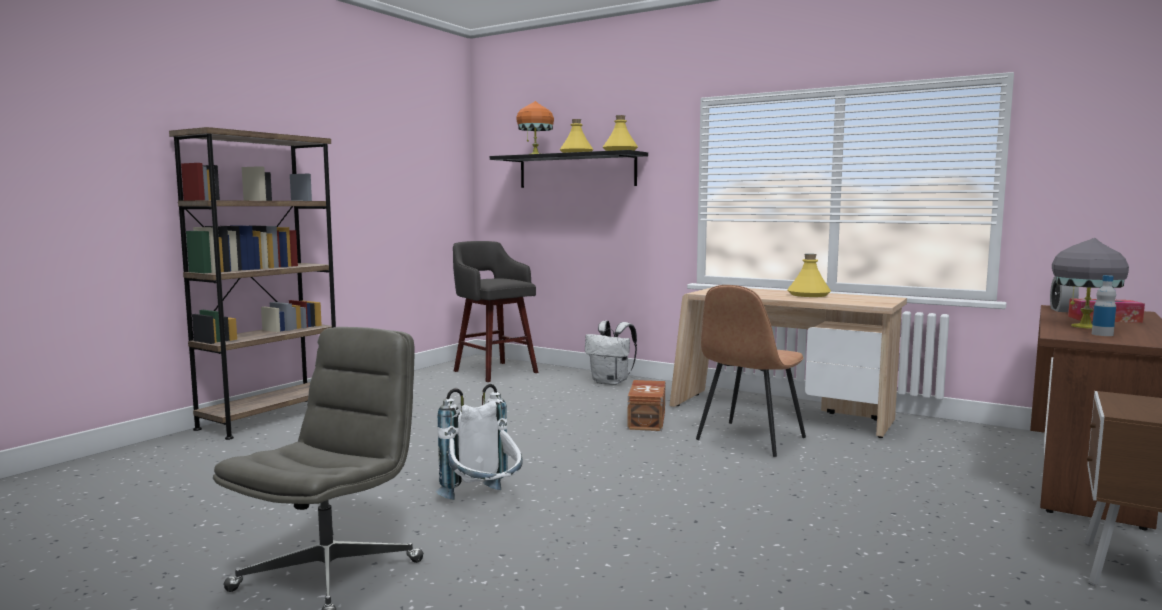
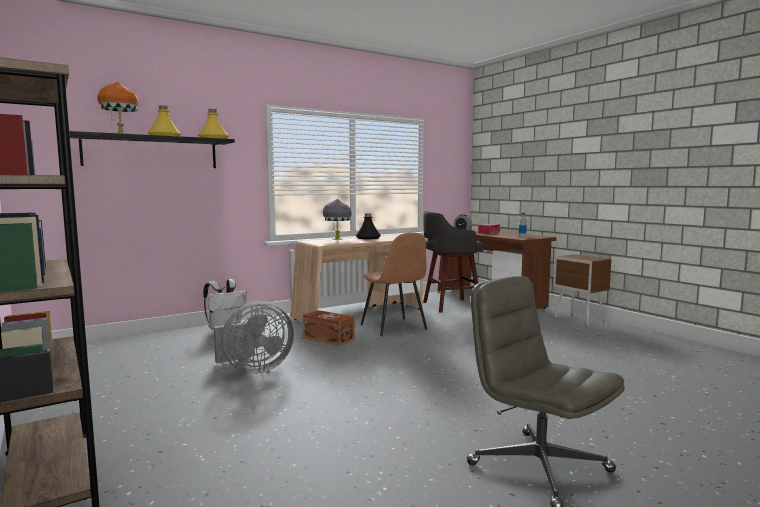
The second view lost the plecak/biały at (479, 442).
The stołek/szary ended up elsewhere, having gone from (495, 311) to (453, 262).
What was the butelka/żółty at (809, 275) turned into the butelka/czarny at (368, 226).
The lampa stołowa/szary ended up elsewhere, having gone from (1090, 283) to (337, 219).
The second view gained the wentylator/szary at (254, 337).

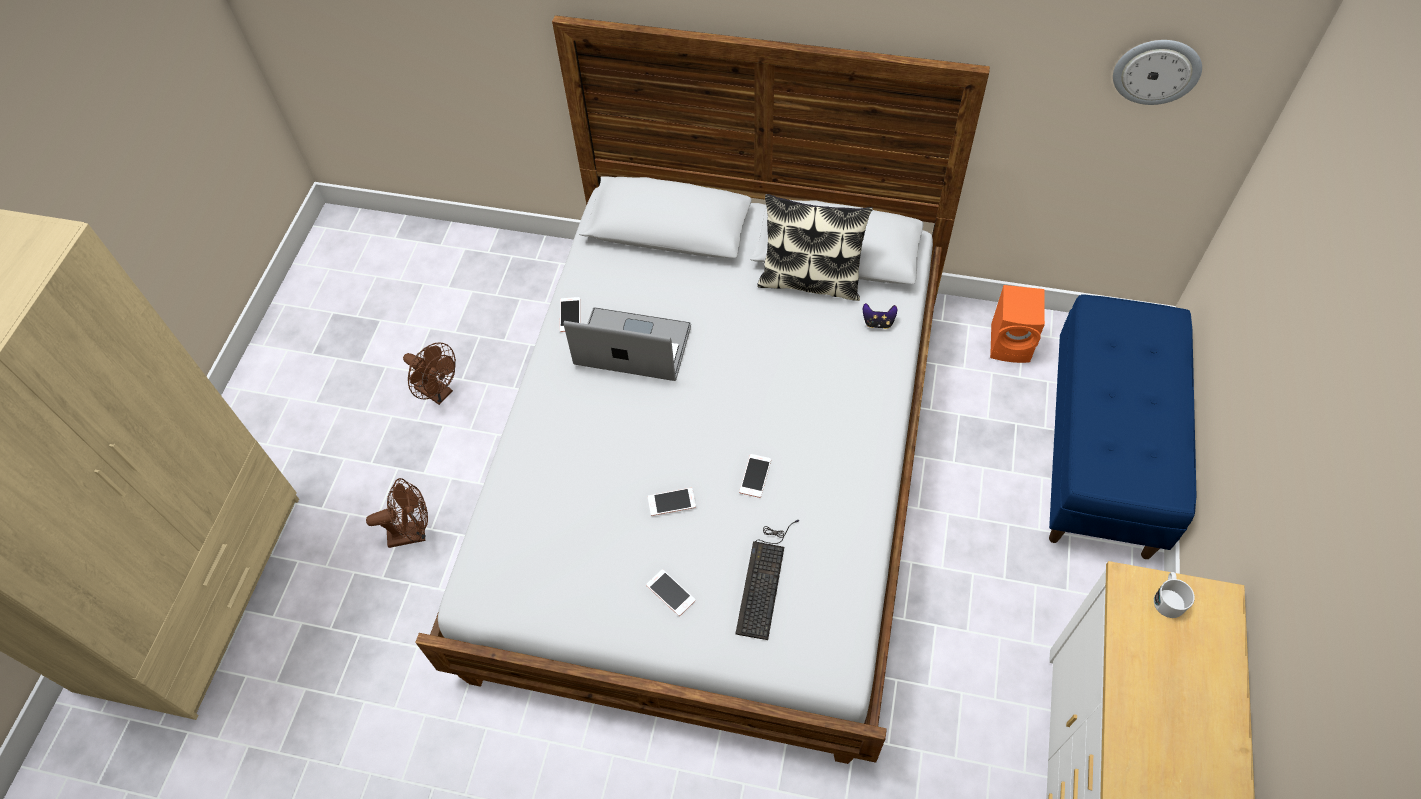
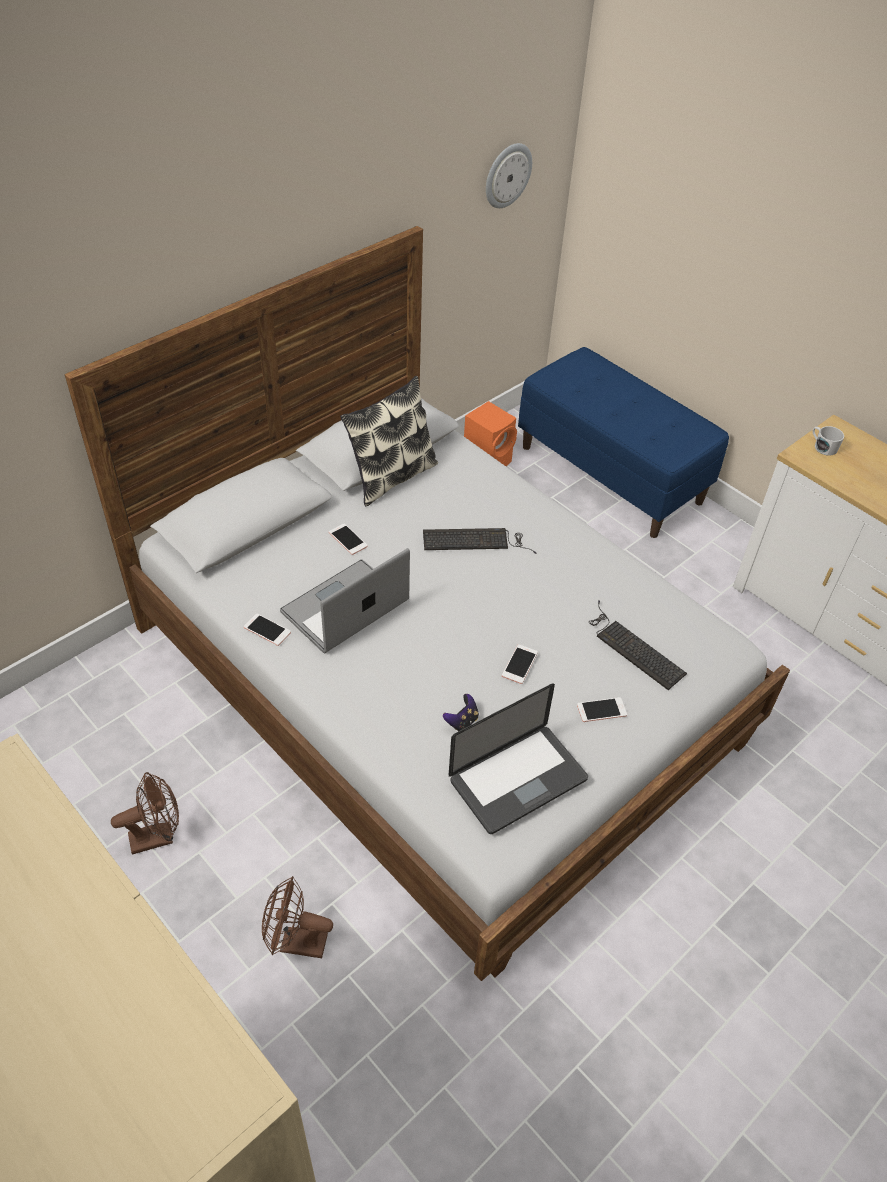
The wentylator/brązowy at (397, 513) ended up facing another way, 105 degrees counterclockwise from before.
The telefon ended up elsewhere, having gone from (755, 476) to (348, 539).
The pad do gier ended up elsewhere, having gone from (880, 316) to (461, 712).
The second view gained the klawiatura at (480, 541).
The second view gained the laptop at (518, 758).

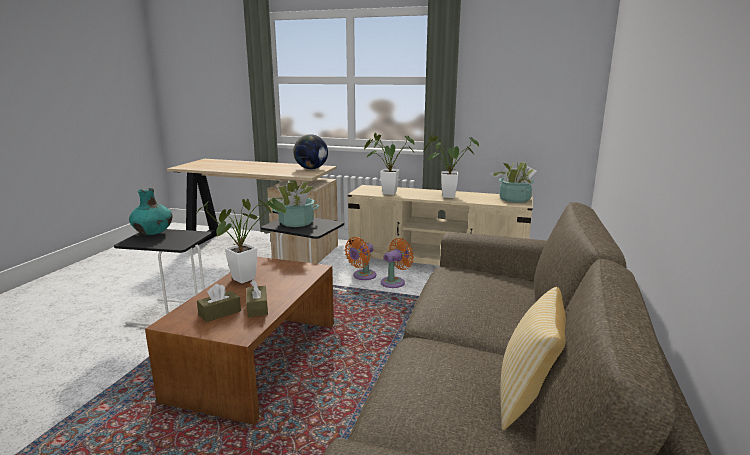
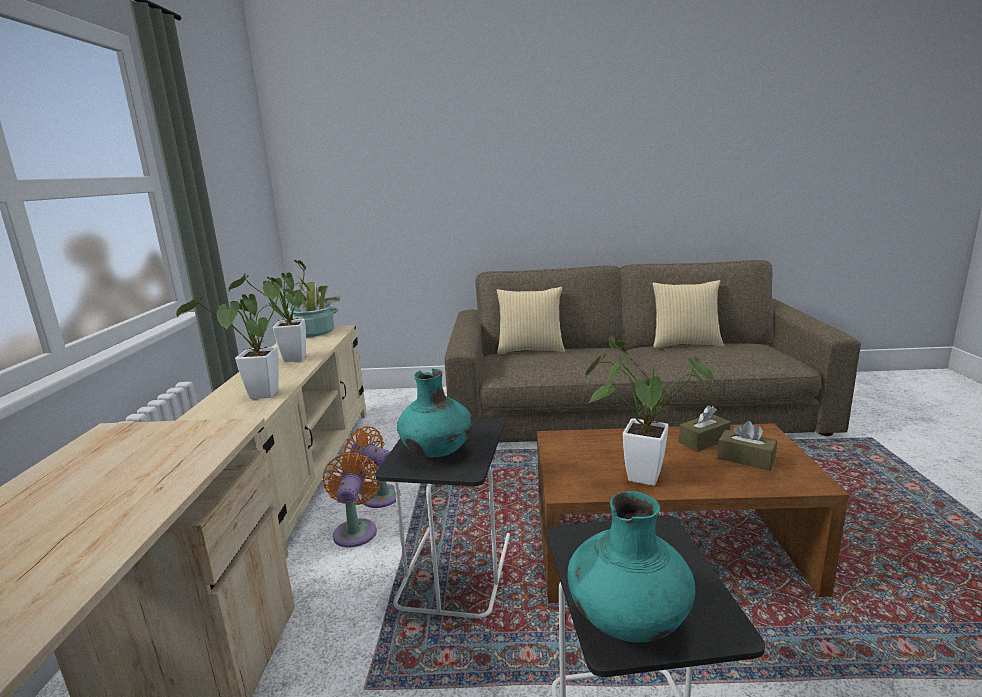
Where the roślina doniczkowa stood at (293, 203), the wazon/turkusowy came to stand at (434, 413).
The second view lost the globus at (310, 151).
The wentylator/pomarańczowy at (360, 258) ended up facing another way, 120 degrees counterclockwise from before.
The second view gained the poduszka at (530, 320).

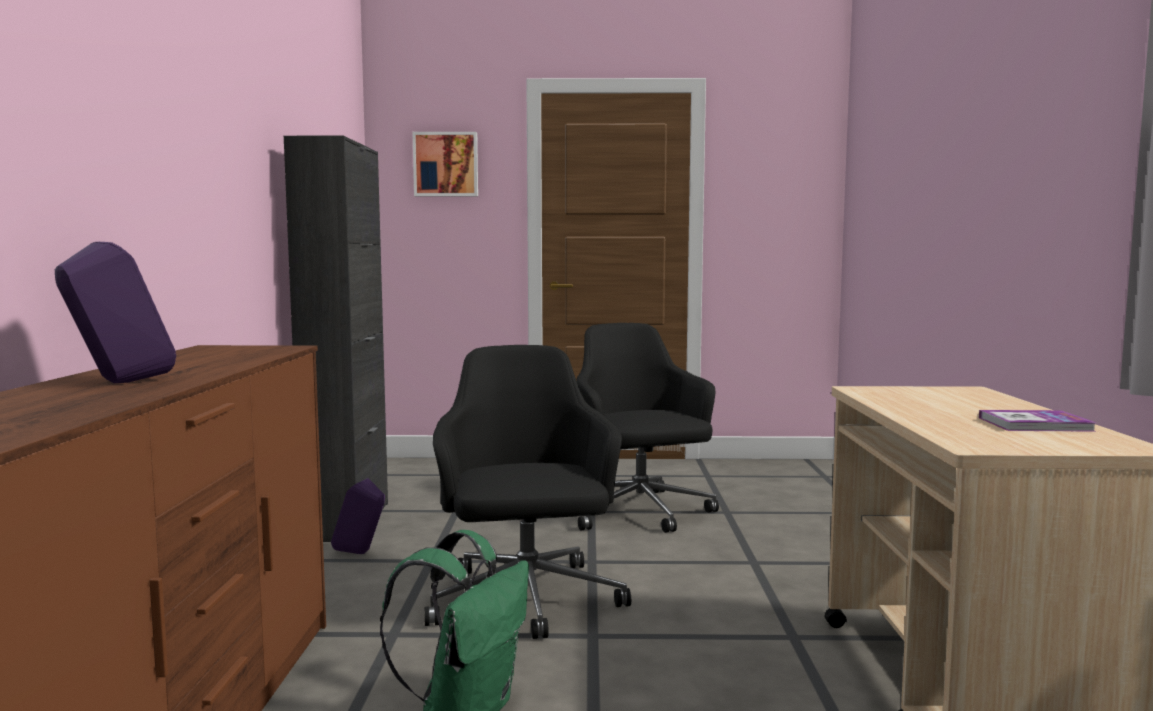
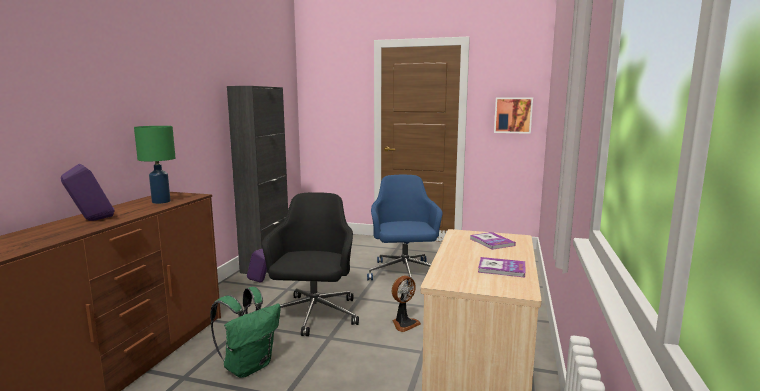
The obraz ended up elsewhere, having gone from (445, 164) to (513, 115).
What was the krzesło biurowe/czarny at (648, 428) turned into the krzesło biurowe/niebieski at (404, 230).
The second view gained the lampa stołowa/zielony at (154, 165).
The second view gained the wentylator at (406, 304).
The second view gained the książka at (493, 241).

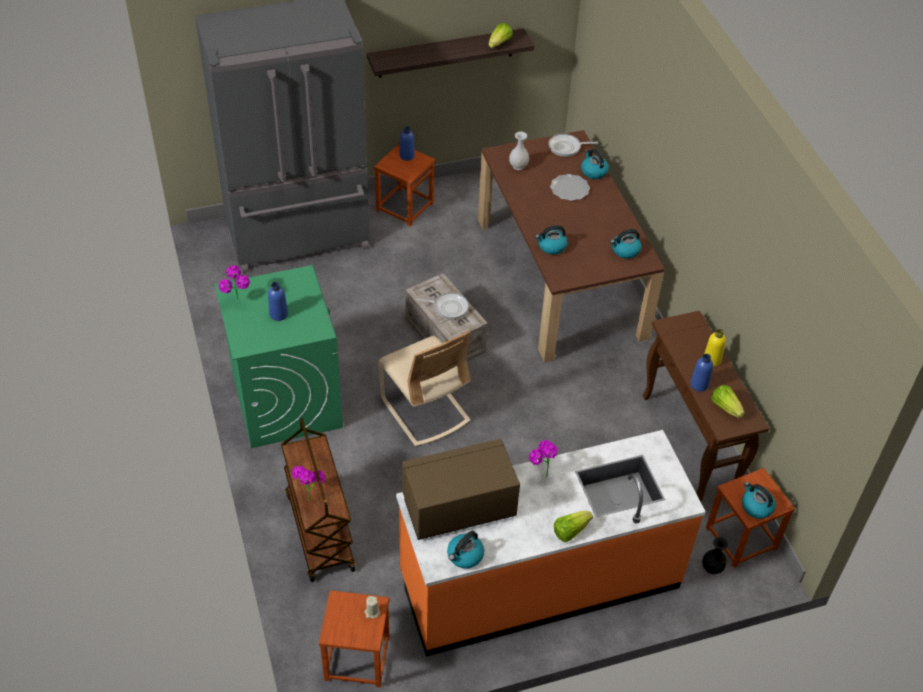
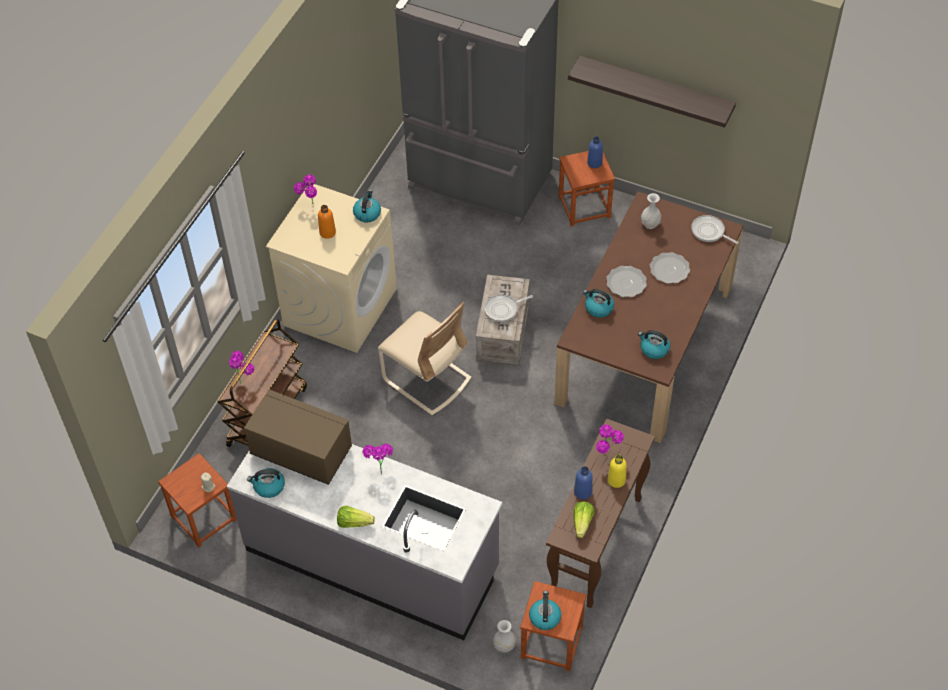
What was the pralka/zielony at (278, 356) turned into the pralka/beżowy at (331, 268).
What was the butelka/niebieski at (278, 301) turned into the butelka/pomarańczowy at (327, 222).
The krzesło/beżowy at (425, 389) ended up facing another way, 60 degrees counterclockwise from before.
What was the zabudowa kuchenna/pomarańczowy at (551, 543) turned into the zabudowa kuchenna/szary at (364, 542).
The patelnia at (442, 306) ended up facing another way, 105 degrees clockwise from before.
The second view lost the sałata at (501, 35).
The czajnik ended up elsewhere, having gone from (595, 164) to (367, 206).
What was the wazon/czarny at (715, 555) turned into the wazon/biały at (504, 636).
The second view gained the roślina doniczkowa at (610, 439).
The second view gained the talerz at (626, 281).

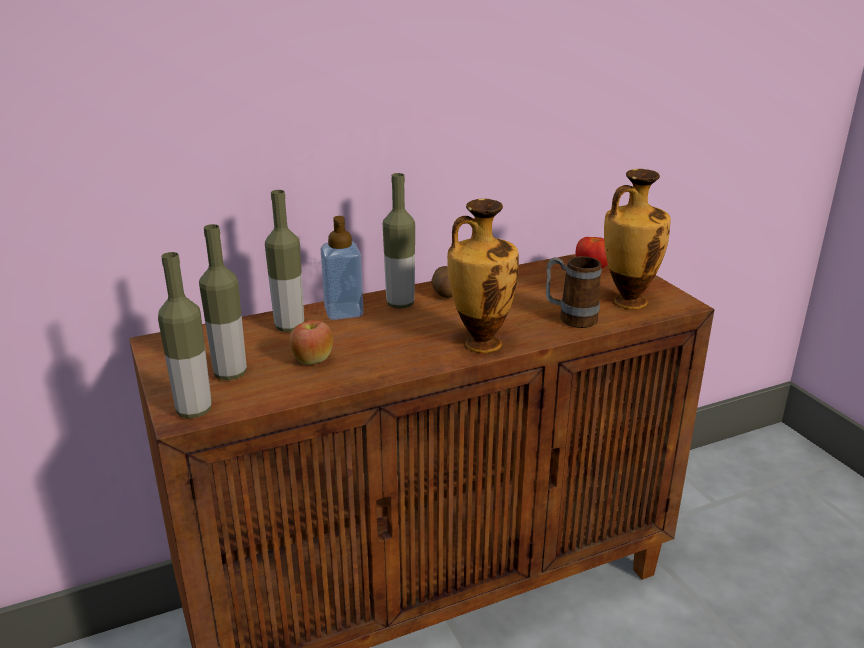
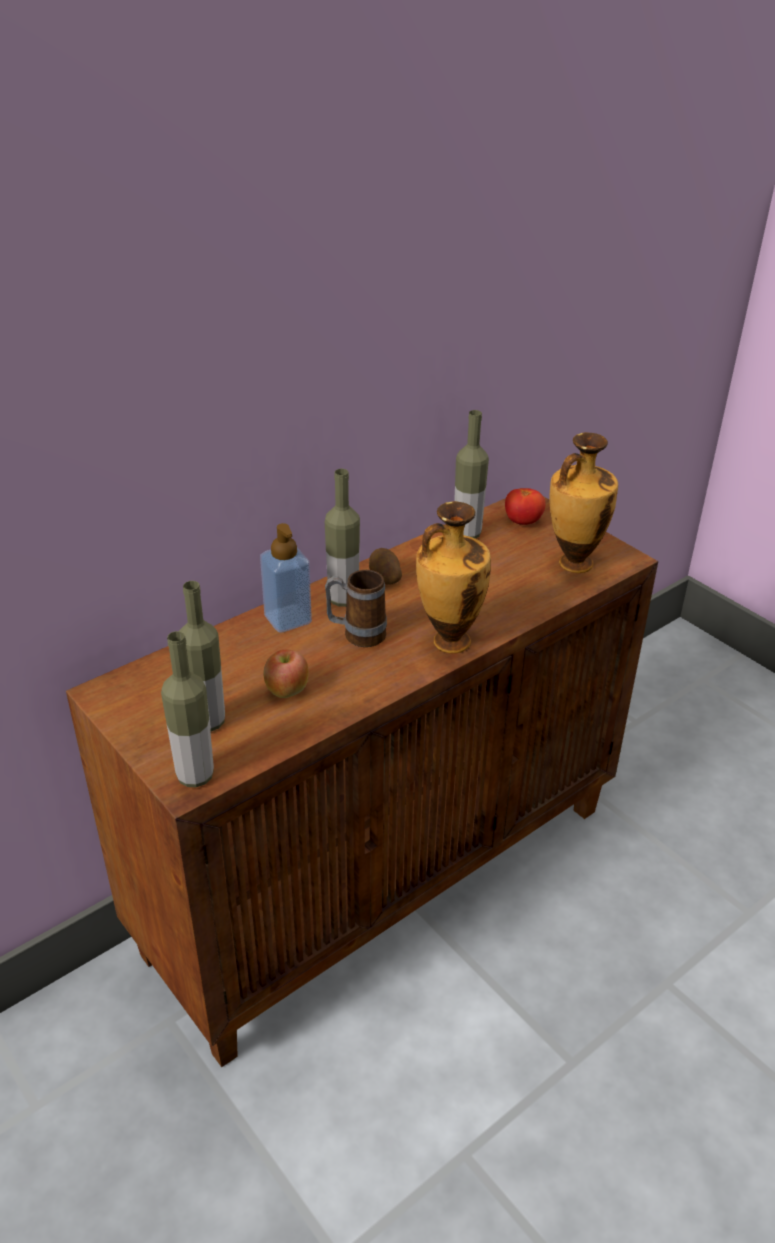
The butelka ended up elsewhere, having gone from (284, 261) to (471, 474).
The kubek ended up elsewhere, having gone from (574, 292) to (356, 608).

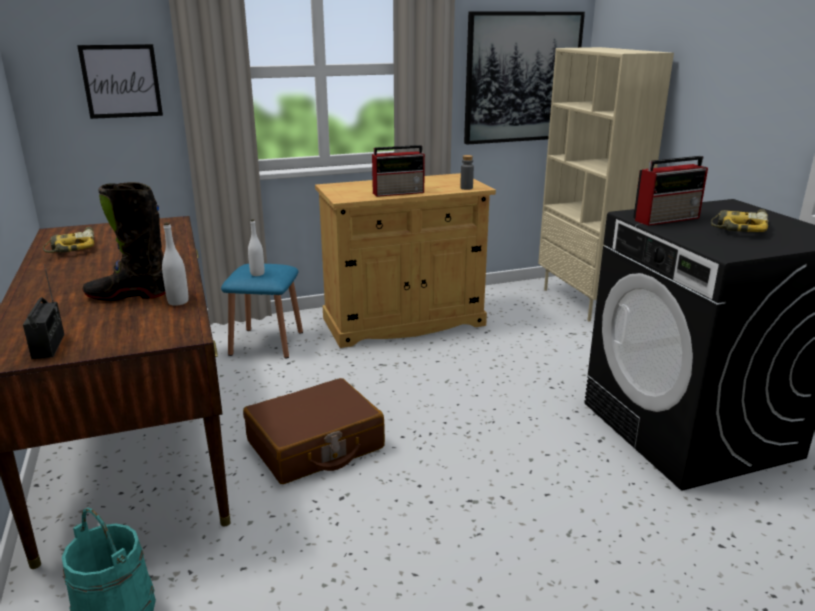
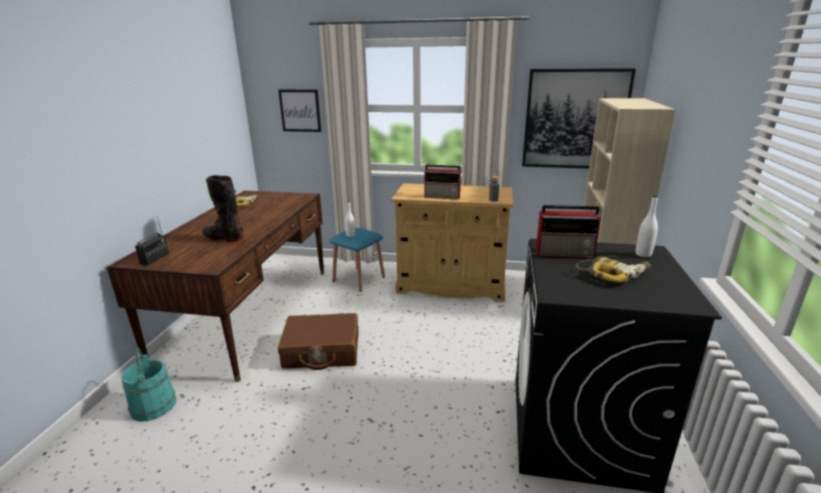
The butelka/biały ended up elsewhere, having gone from (175, 264) to (647, 226).

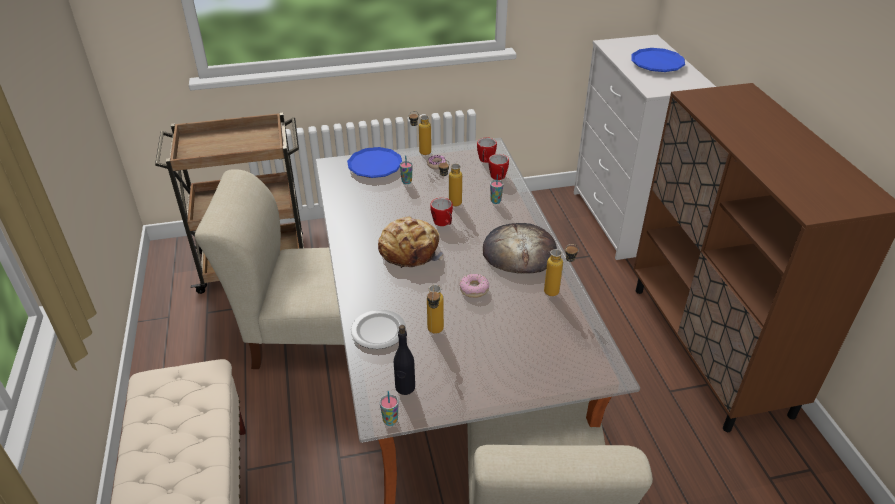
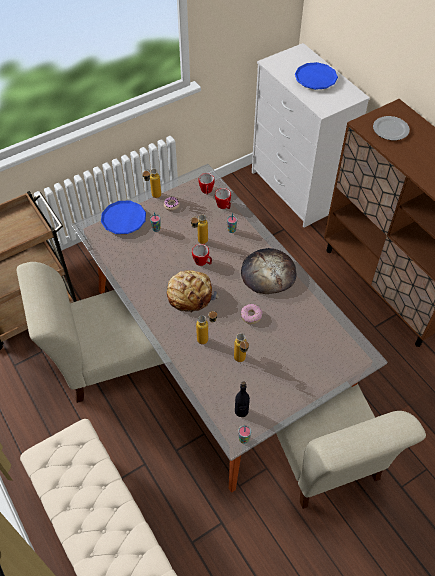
The talerz ended up elsewhere, having gone from (378, 329) to (391, 128).
The butelka ended up elsewhere, having gone from (561, 270) to (207, 327).

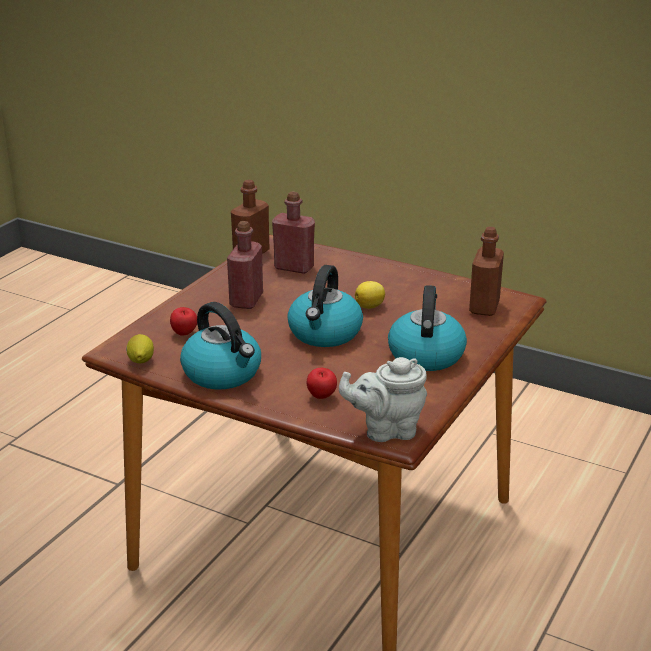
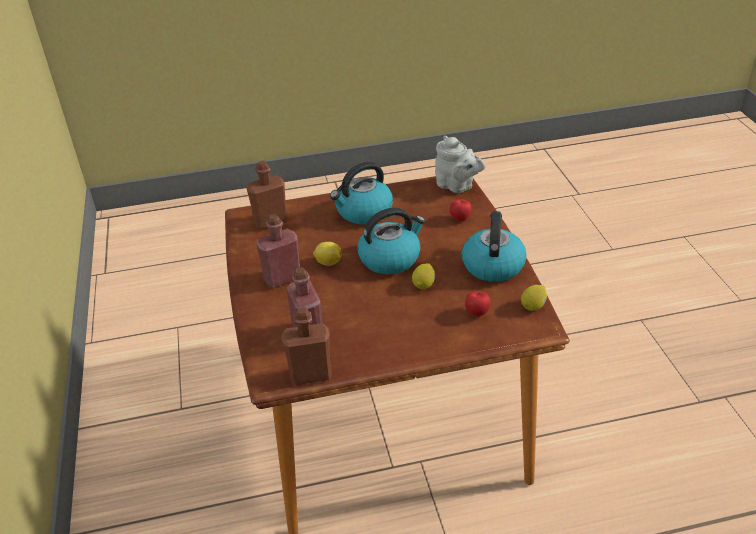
The butelka/czerwony ended up elsewhere, having gone from (245, 265) to (278, 251).
The second view gained the cytryna at (423, 276).

